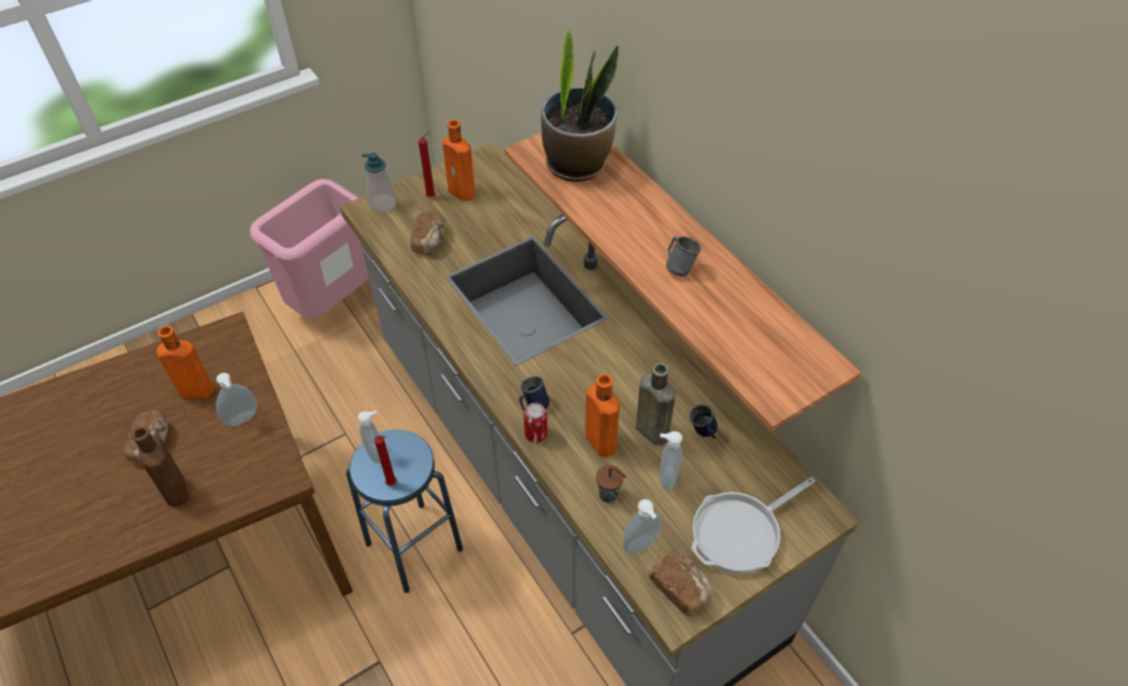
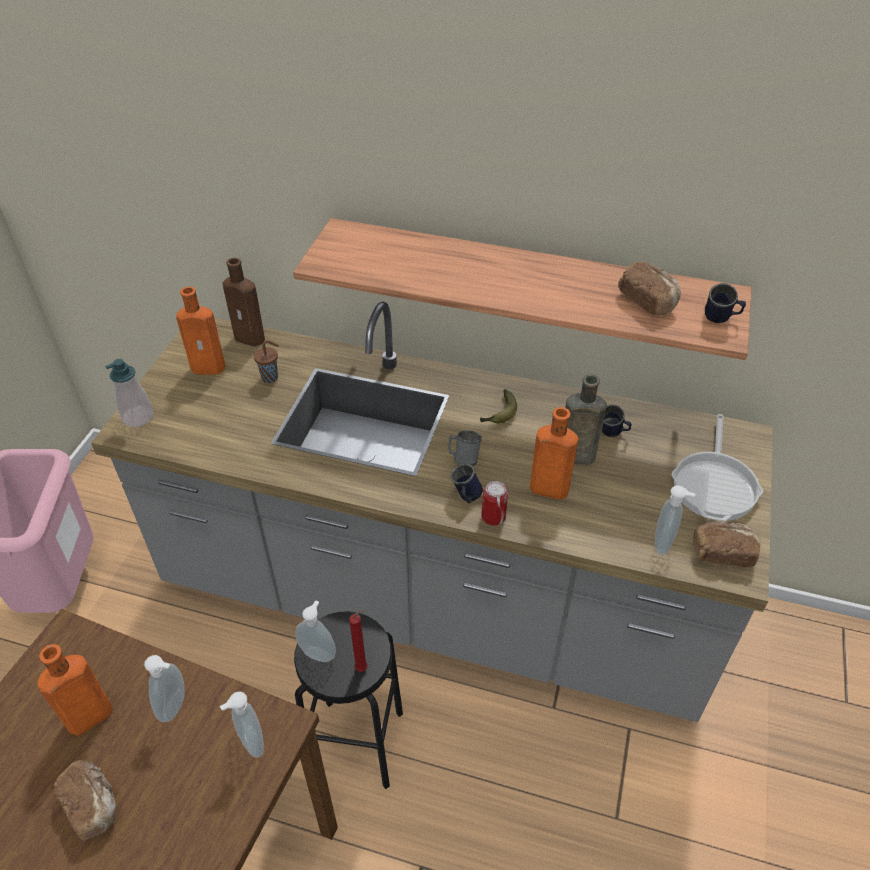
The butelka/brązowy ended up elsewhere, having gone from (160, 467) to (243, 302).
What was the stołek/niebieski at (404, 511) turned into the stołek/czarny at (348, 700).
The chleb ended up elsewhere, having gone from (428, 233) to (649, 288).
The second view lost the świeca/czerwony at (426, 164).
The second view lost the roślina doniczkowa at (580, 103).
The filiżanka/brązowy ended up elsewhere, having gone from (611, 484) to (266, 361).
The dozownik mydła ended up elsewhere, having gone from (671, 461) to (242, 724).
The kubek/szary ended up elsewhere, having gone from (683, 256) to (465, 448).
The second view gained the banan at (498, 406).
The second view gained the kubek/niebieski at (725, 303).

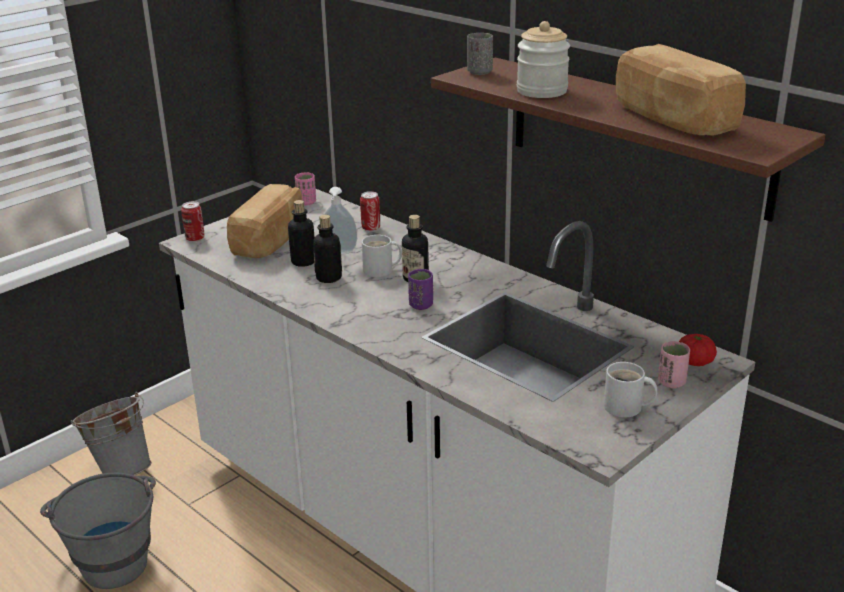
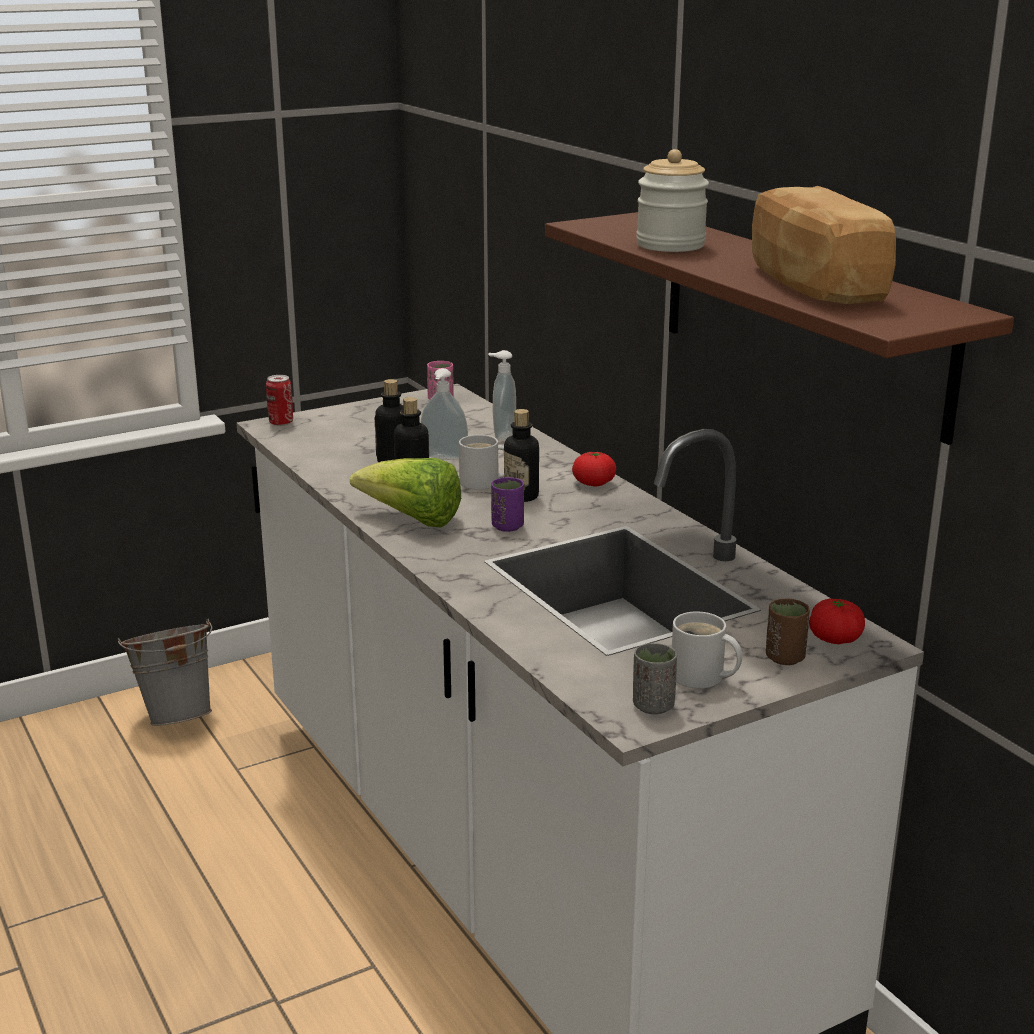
The second view lost the wiadro/szary at (98, 531).
The second view lost the chleb at (264, 221).
Where the puszka stood at (370, 211), the dozownik mydła came to stand at (502, 395).
The filiżanka/szary ended up elsewhere, having gone from (480, 54) to (655, 678).
What was the filiżanka/różowy at (674, 364) turned into the filiżanka/brązowy at (788, 631).
The second view gained the sałata at (405, 493).
The second view gained the pomidor at (594, 469).

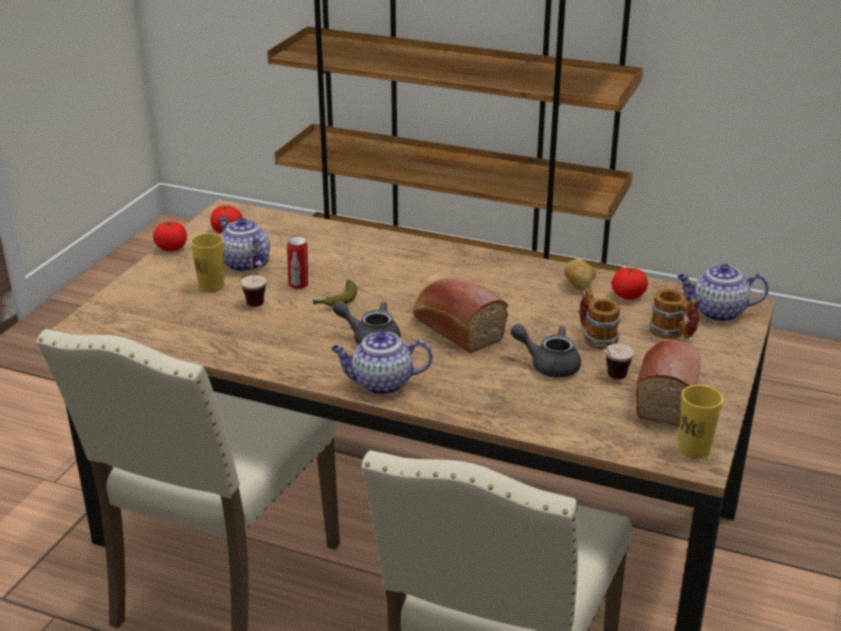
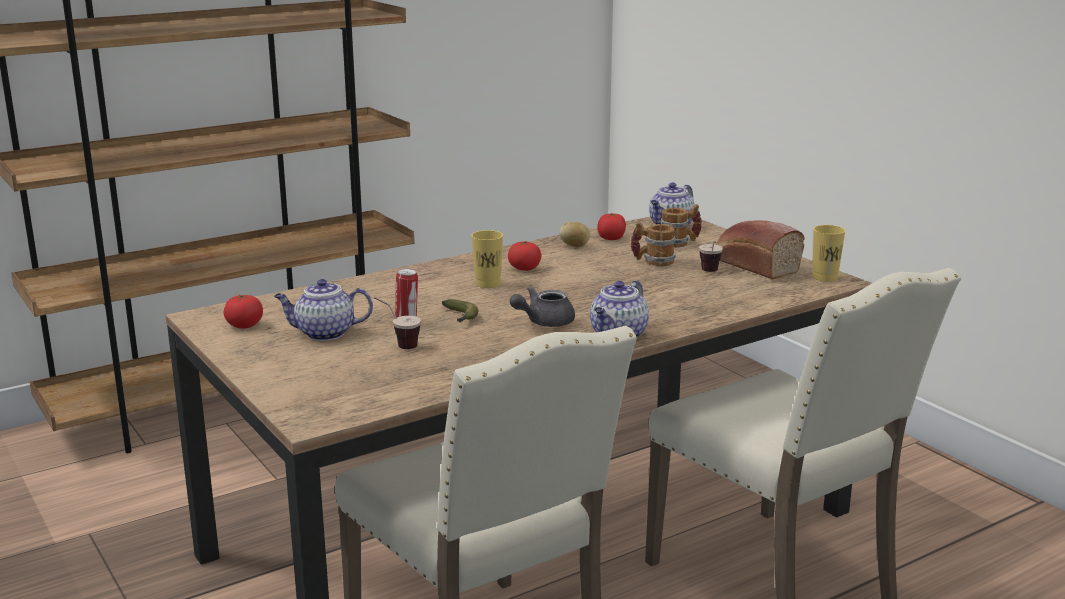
The pomidor ended up elsewhere, having gone from (170, 236) to (524, 256).
The filiżanka/żółty ended up elsewhere, having gone from (207, 263) to (487, 259).
The second view lost the chleb at (460, 315).
The second view lost the imbryk/szary at (546, 350).

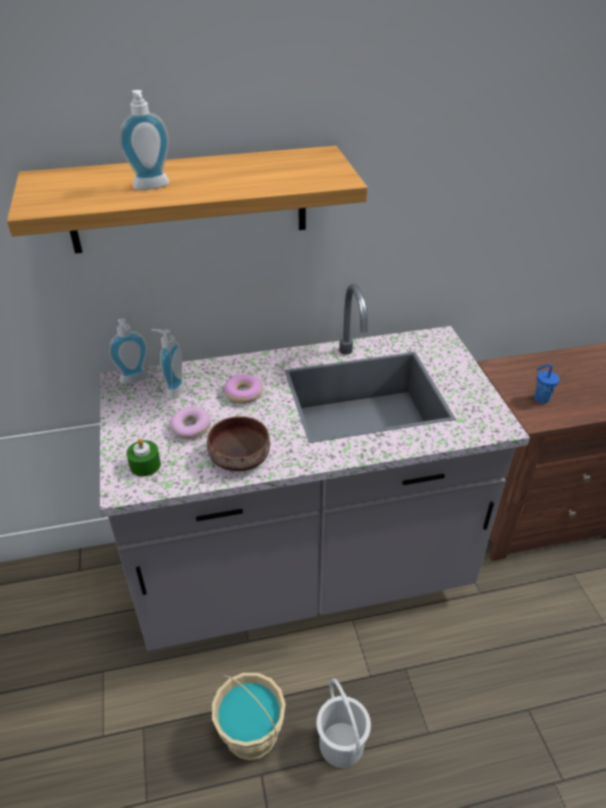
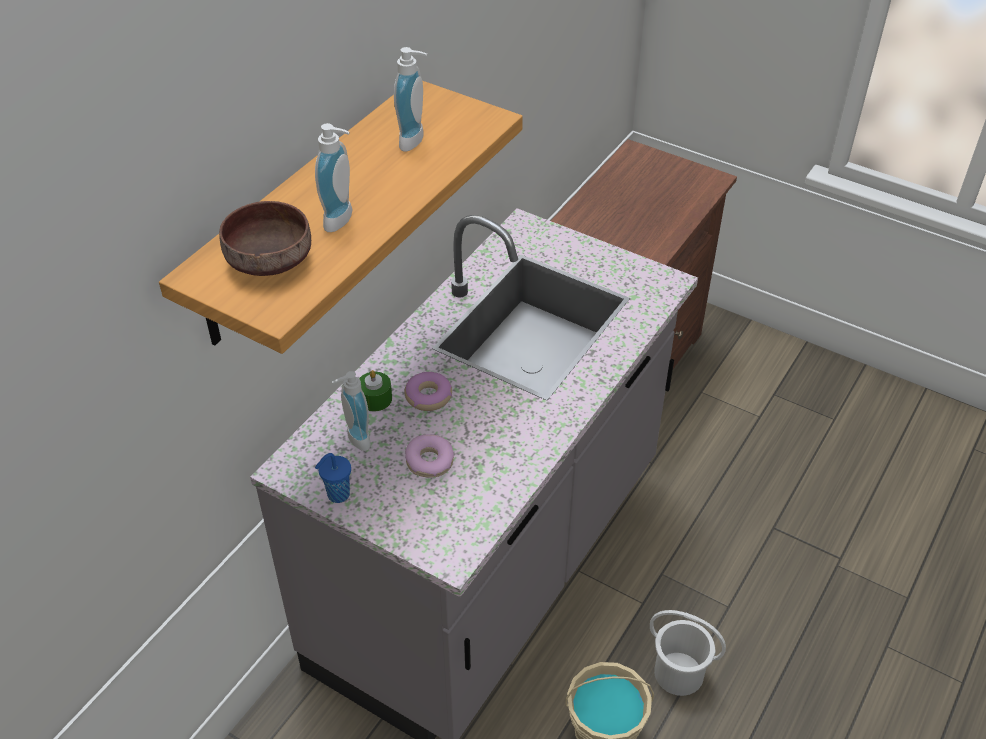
The dozownik mydła ended up elsewhere, having gone from (128, 351) to (410, 99).
The świeca/zielony ended up elsewhere, having gone from (143, 457) to (375, 390).
The miska/brązowy ended up elsewhere, having gone from (238, 443) to (265, 238).
The filiżanka/niebieski ended up elsewhere, having gone from (547, 384) to (333, 478).

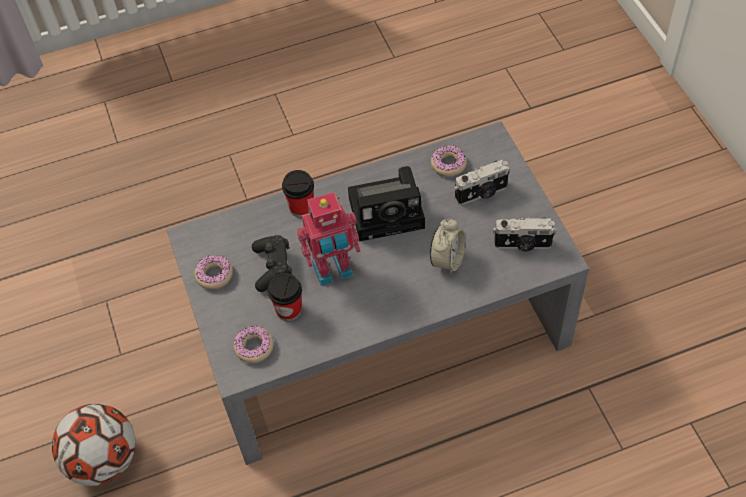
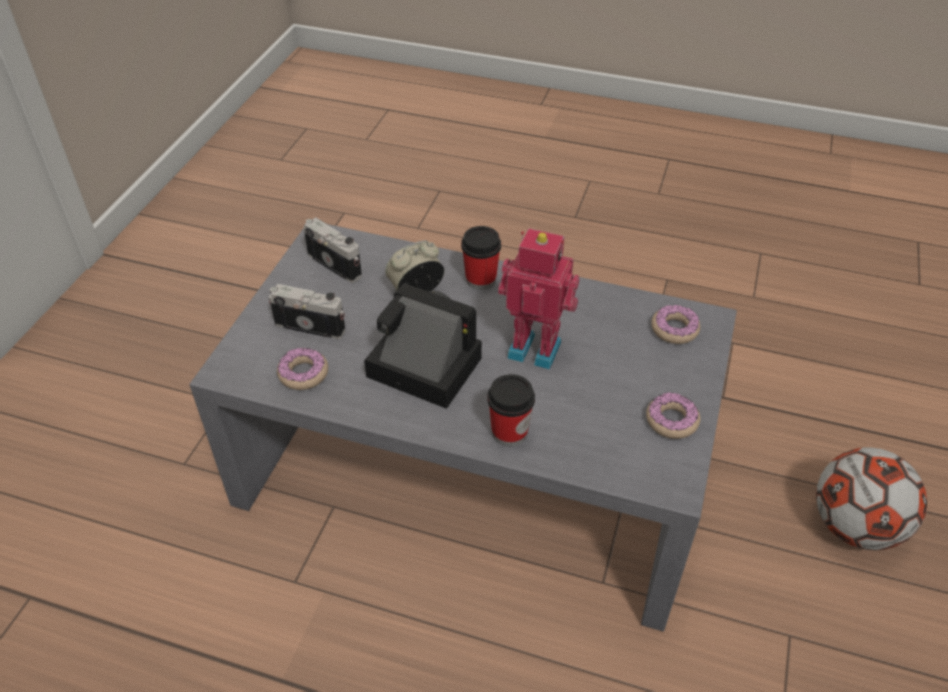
The second view lost the pad do gier/czarny at (272, 263).
The filiżanka ended up elsewhere, having gone from (285, 297) to (481, 258).

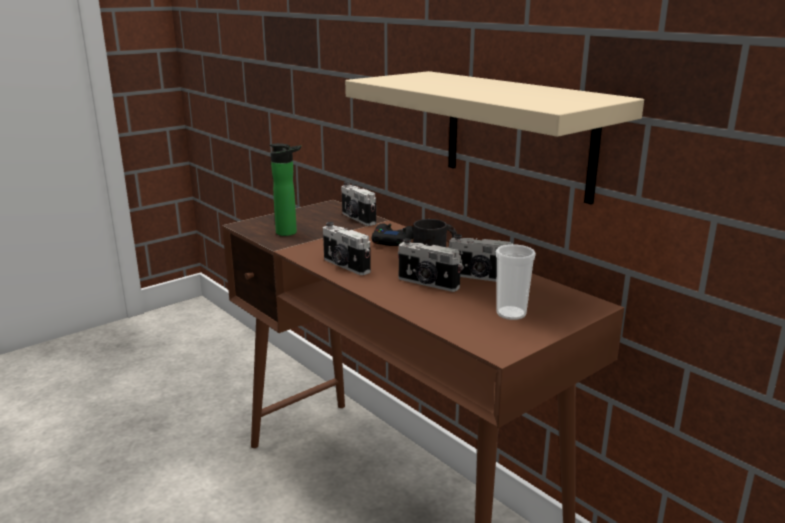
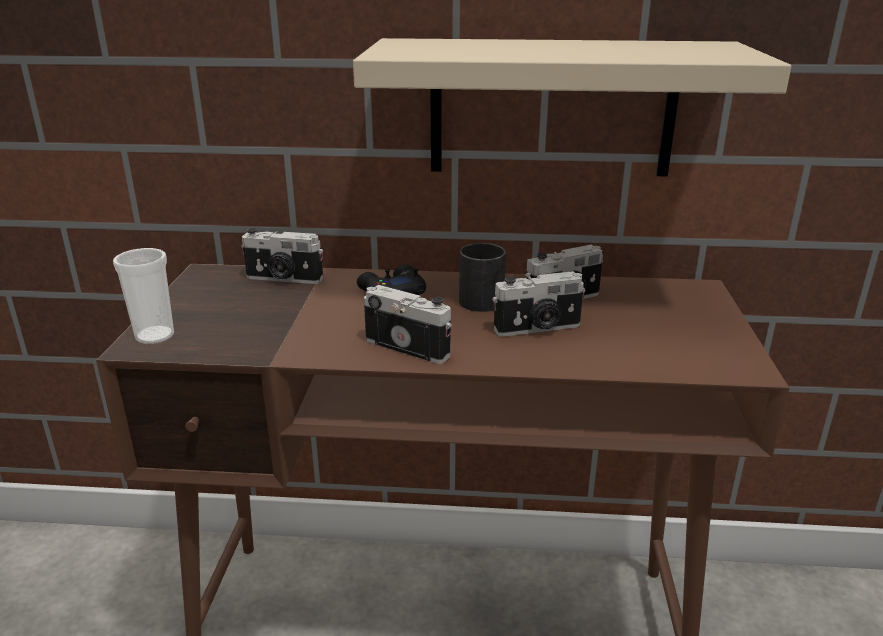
The second view lost the butelka at (285, 189).
The aparat fotograficzny at (347, 248) ended up facing another way, 150 degrees counterclockwise from before.
The filiżanka ended up elsewhere, having gone from (516, 282) to (143, 296).

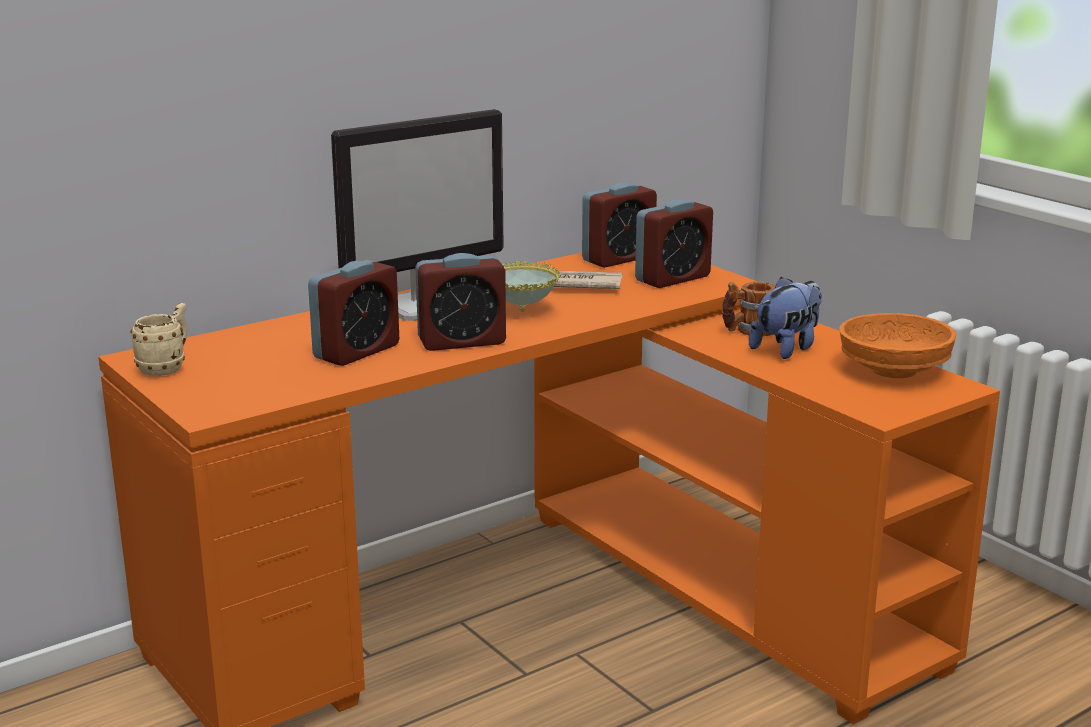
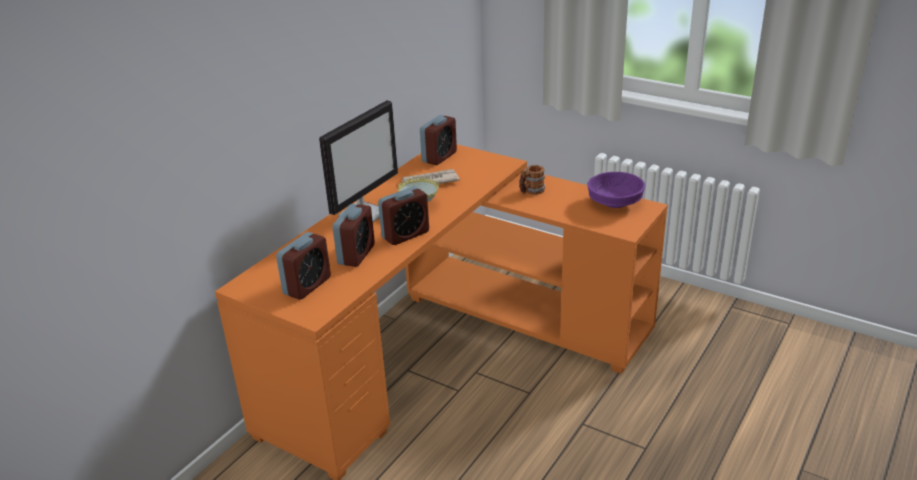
The second view lost the kubek/beżowy at (158, 339).
The budzik ended up elsewhere, having gone from (674, 243) to (303, 266).
The second view lost the pluszak at (785, 318).
What was the miska/pomarańczowy at (897, 345) turned into the miska/fioletowy at (616, 190).

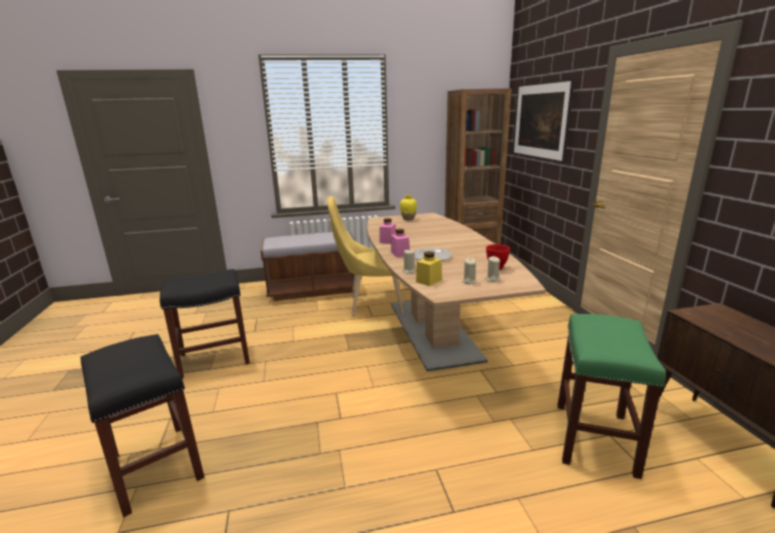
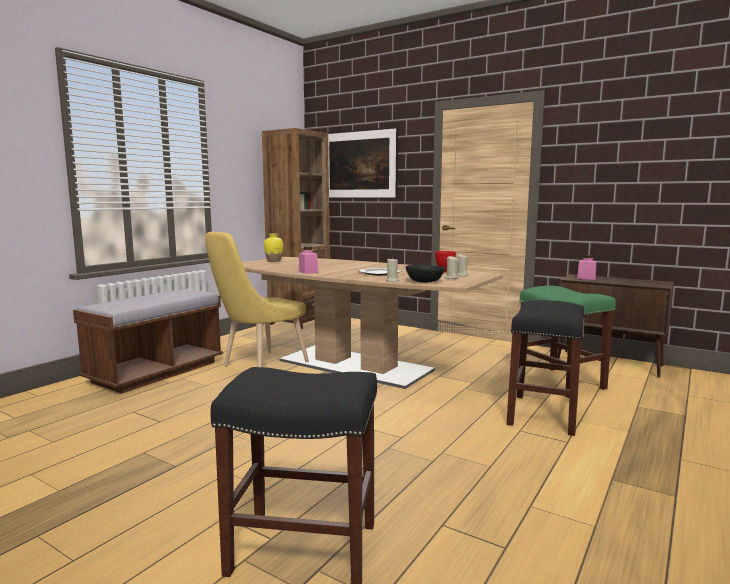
The stołek/czarny ended up elsewhere, having gone from (205, 324) to (545, 368).
The słoik/różowy ended up elsewhere, having gone from (400, 243) to (586, 267).
Where the słoik/żółty stood at (429, 268), the miska/czarny came to stand at (425, 274).

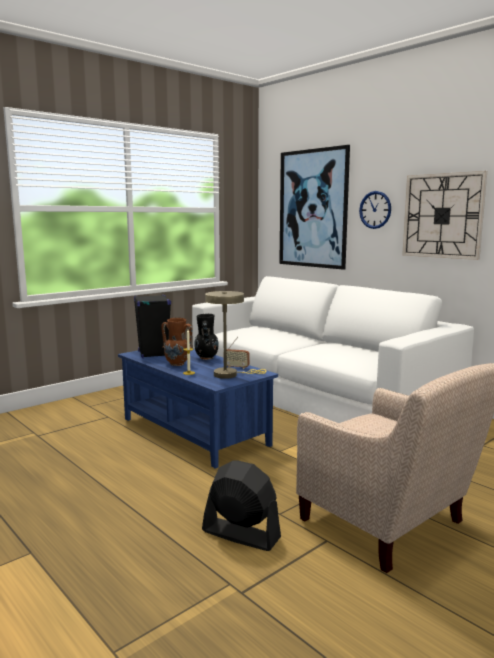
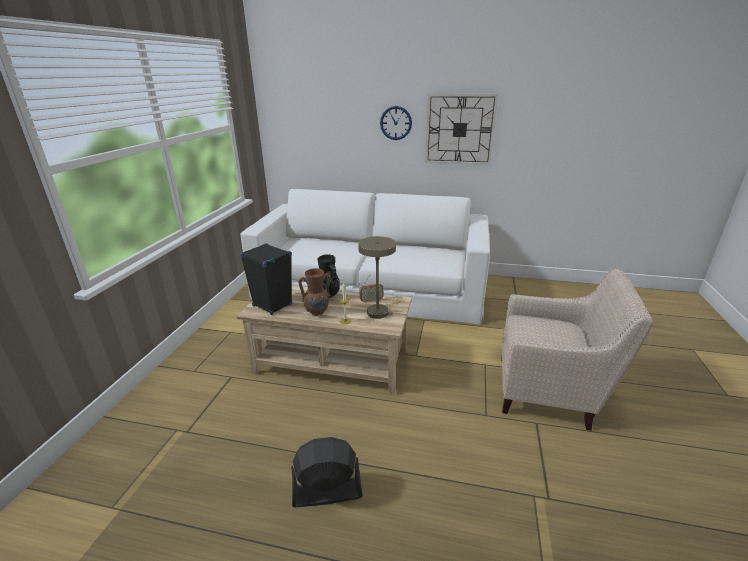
What was the ława/niebieski at (198, 408) turned into the ława/beżowy at (324, 339).
The wentylator/czarny ended up elsewhere, having gone from (241, 505) to (327, 472).
The second view lost the obraz at (314, 207).

